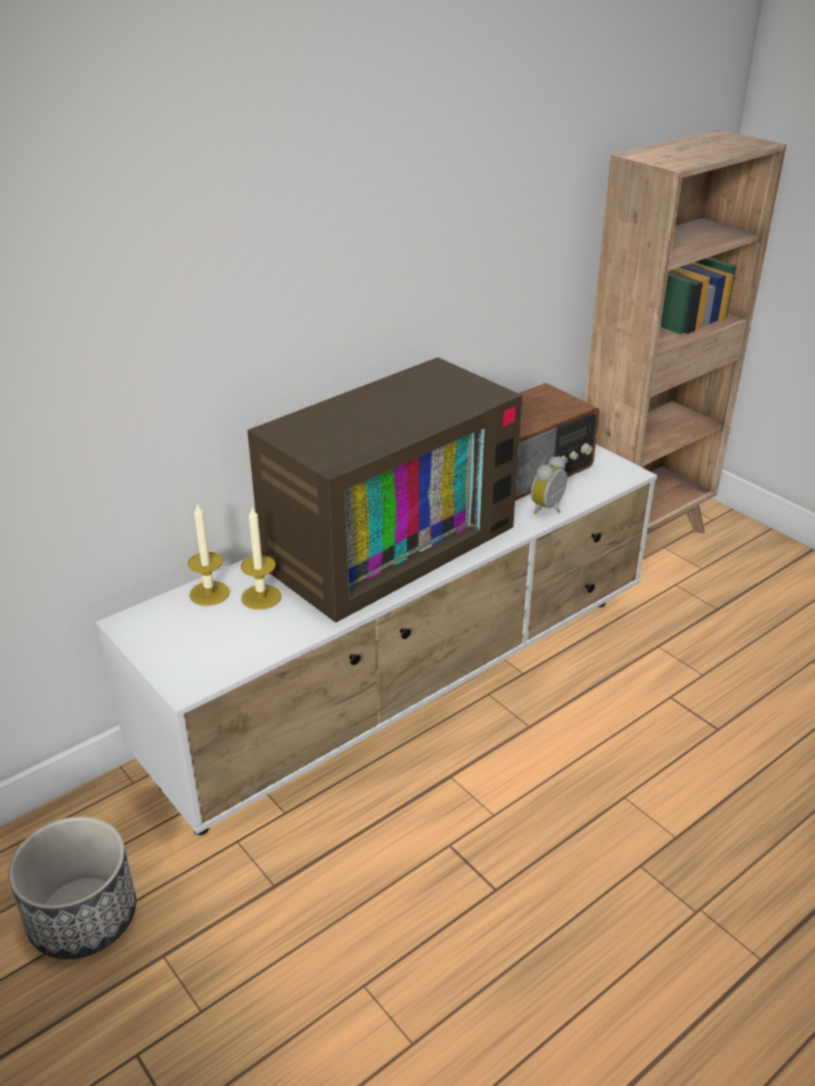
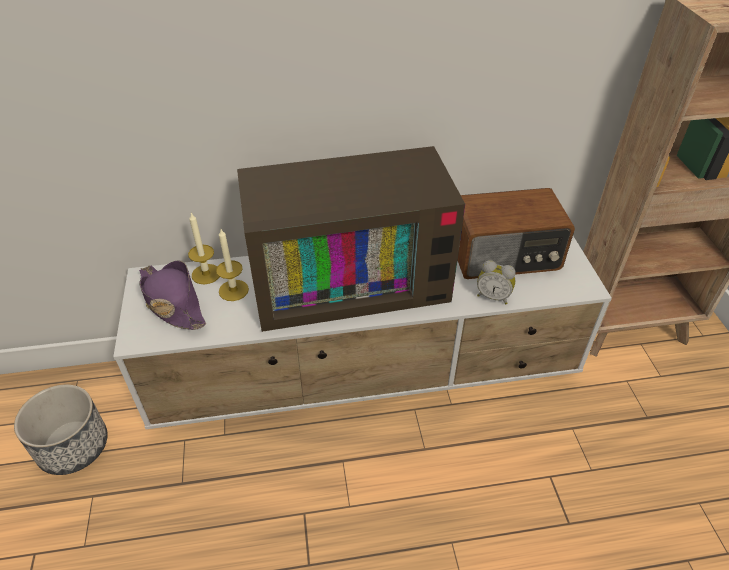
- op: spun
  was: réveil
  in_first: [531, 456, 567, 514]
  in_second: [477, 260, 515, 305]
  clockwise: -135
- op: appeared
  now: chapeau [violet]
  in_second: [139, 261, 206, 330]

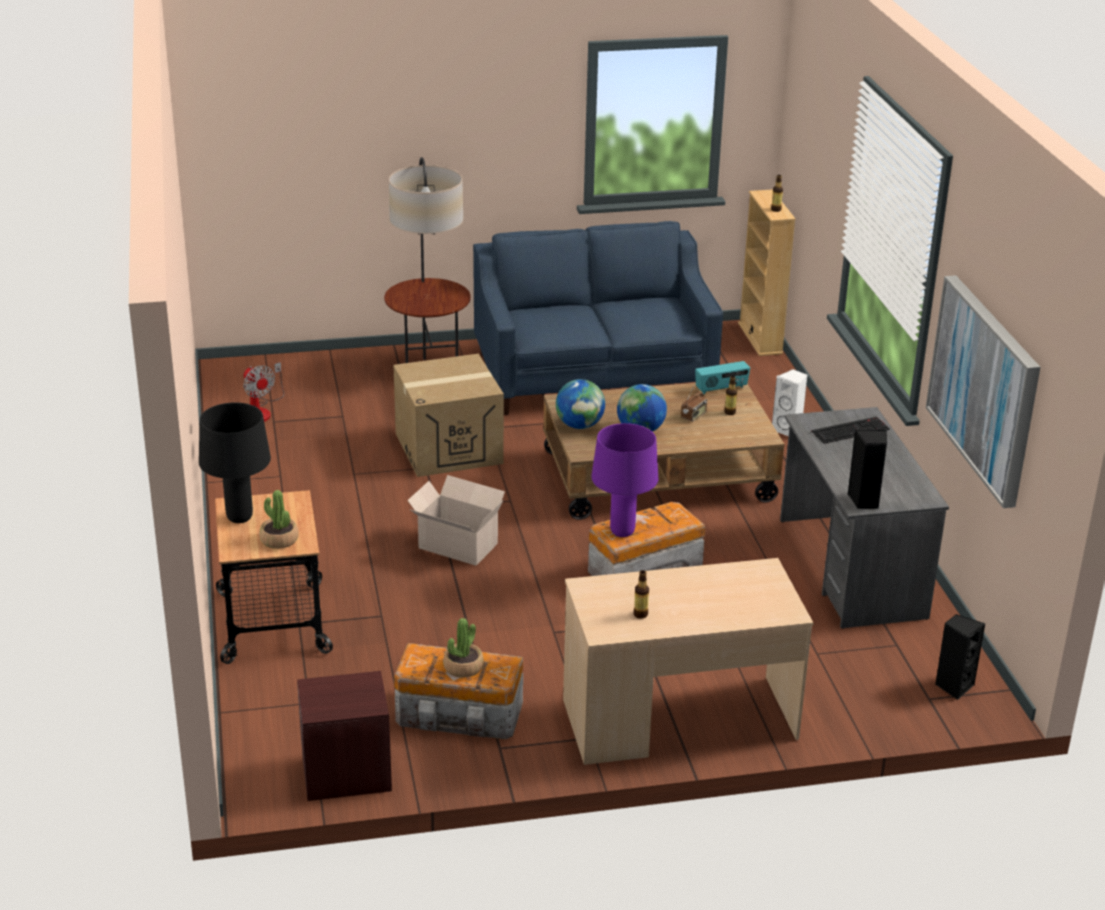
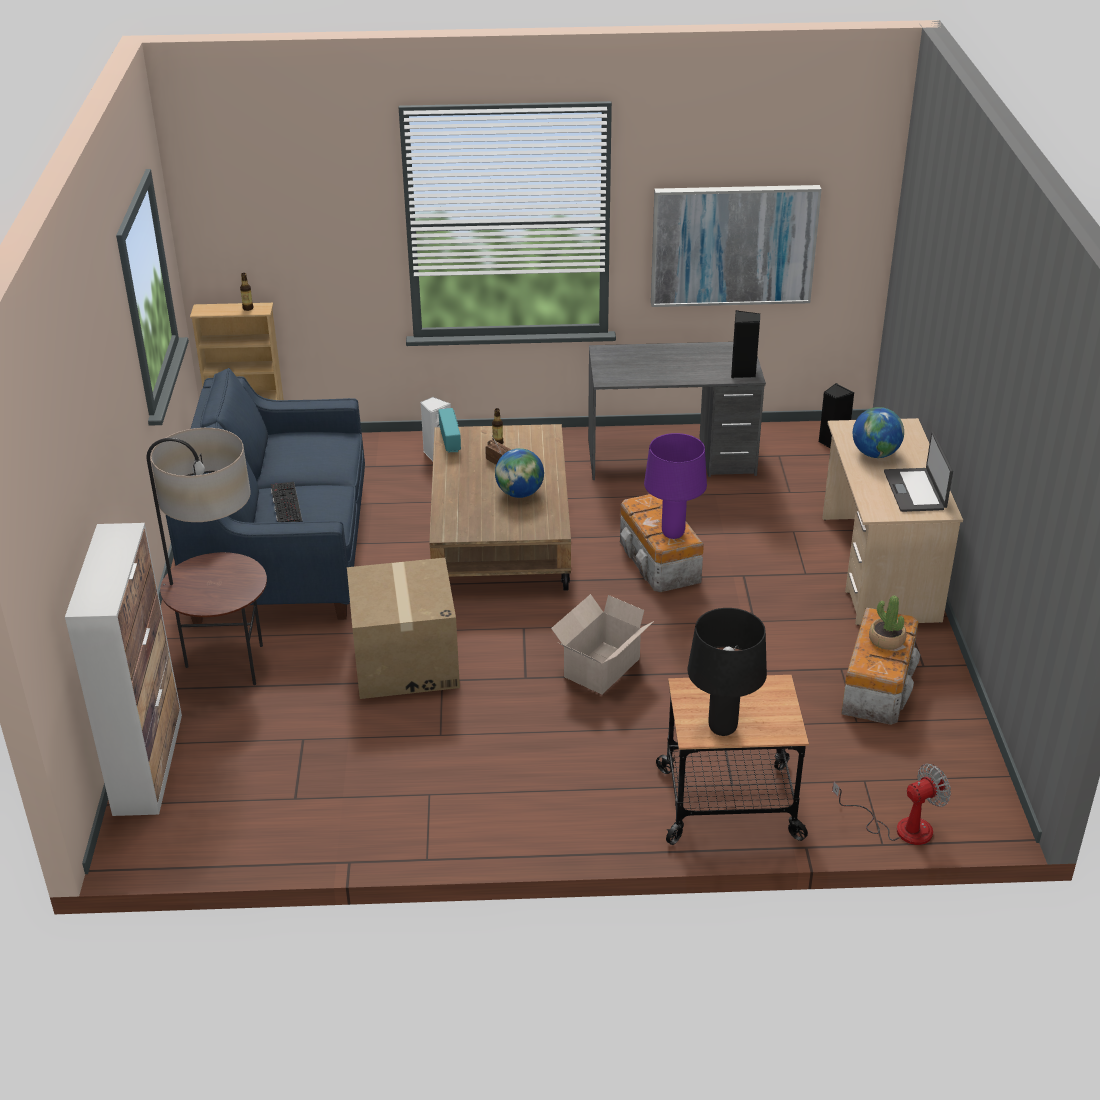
- op: relocated
  was: ventilateur
  in_first: [243, 362, 284, 422]
  in_second: [832, 764, 951, 845]
- op: relocated
  was: globe
  in_first: [556, 379, 605, 429]
  in_second: [853, 407, 904, 458]
- op: relocated
  was: clavier
  in_first: [811, 417, 890, 444]
  in_second: [271, 482, 303, 522]
- op: missing
  was: plante en pot
  in_first: [259, 490, 299, 549]
- op: exchanged
  was: bouteille
  now: ordinateur portable
  in_first: [634, 570, 649, 619]
  in_second: [884, 432, 953, 512]
- op: missing
  was: table de chevet [marron]
  in_first: [297, 671, 392, 801]
- op: appeared
  now: meuble de rangement
  in_second: [65, 523, 182, 816]

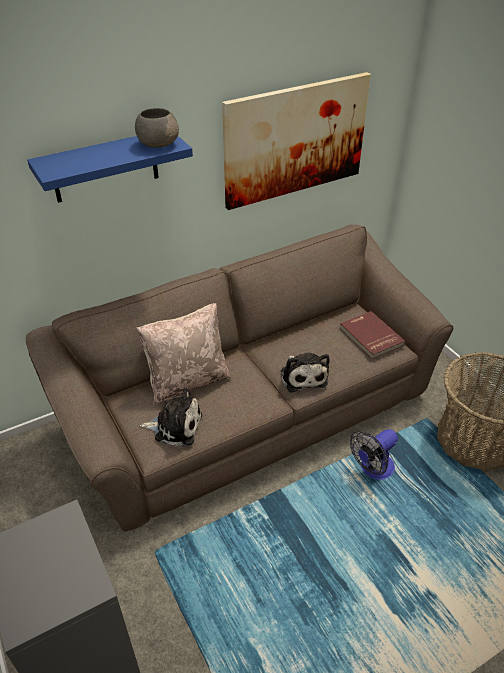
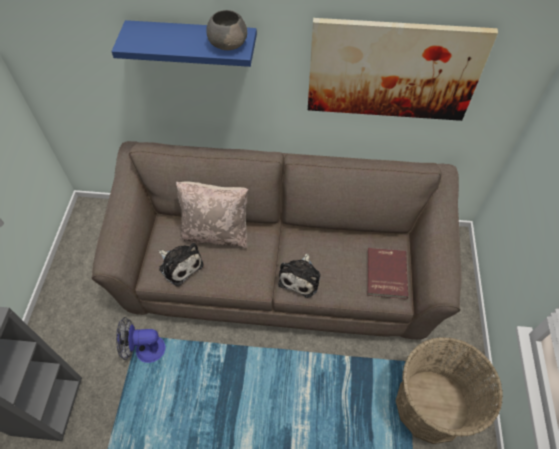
- op: relocated
  was: ventilateur
  in_first: [350, 429, 398, 480]
  in_second: [116, 317, 166, 363]

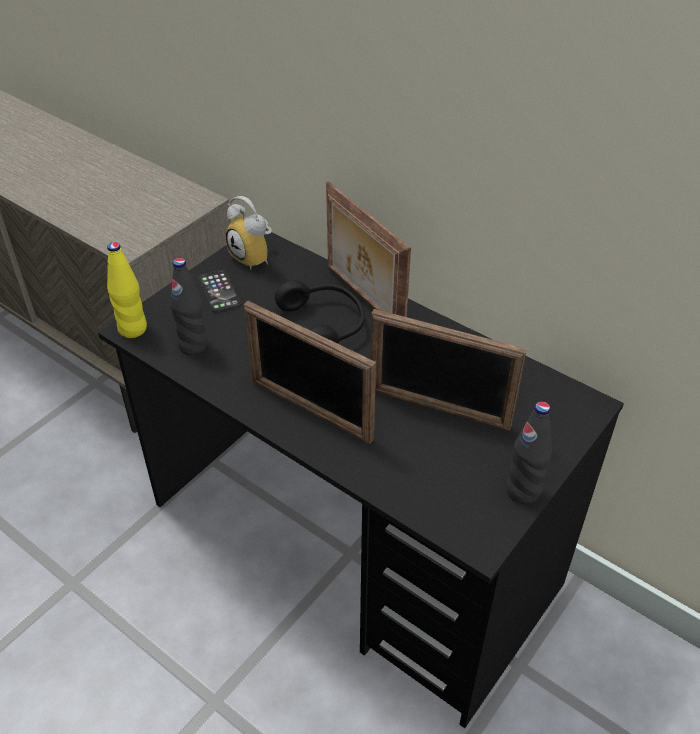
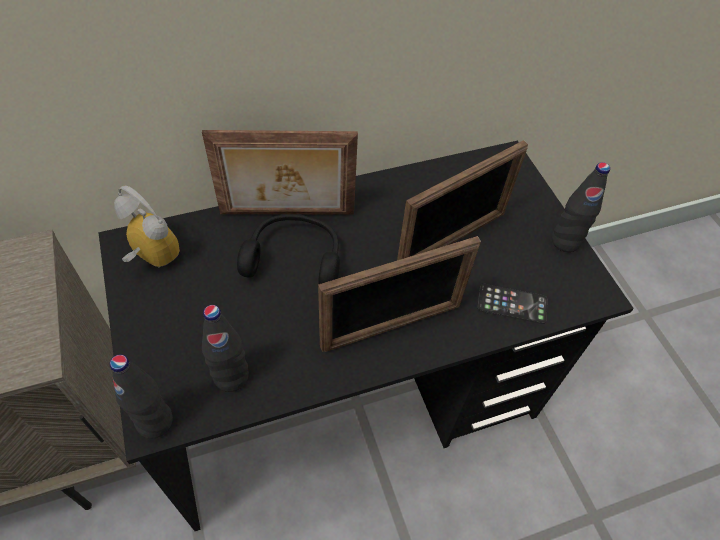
- op: spun
  was: réveil
  in_first: [226, 196, 272, 270]
  in_second: [114, 185, 180, 268]
  clockwise: -135
- op: colour
  was: bouteille [jaune]
  now: bouteille [noir]
  in_first: [107, 242, 147, 338]
  in_second: [110, 354, 173, 438]
- op: relocated
  was: téléphone
  in_first: [198, 270, 241, 312]
  in_second: [477, 284, 548, 324]

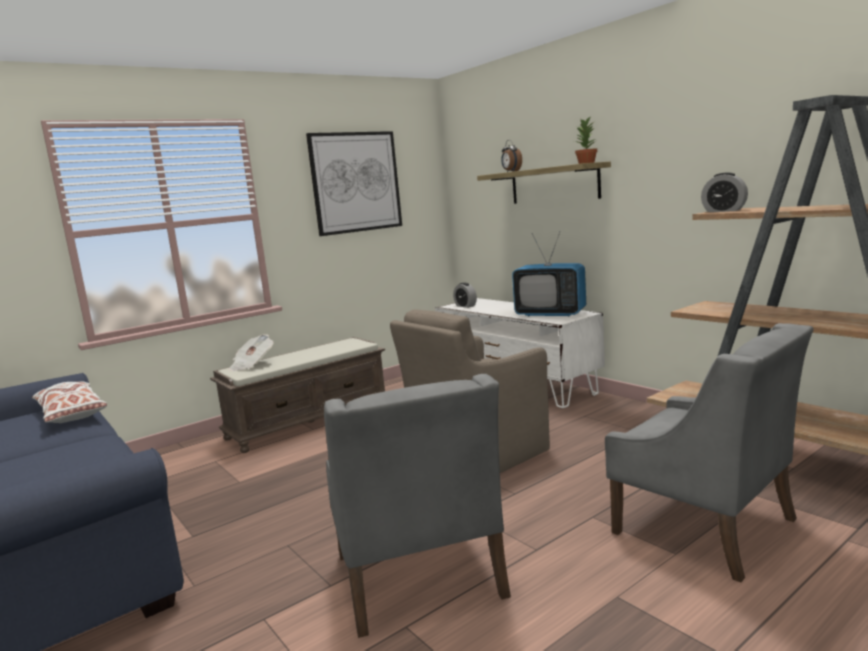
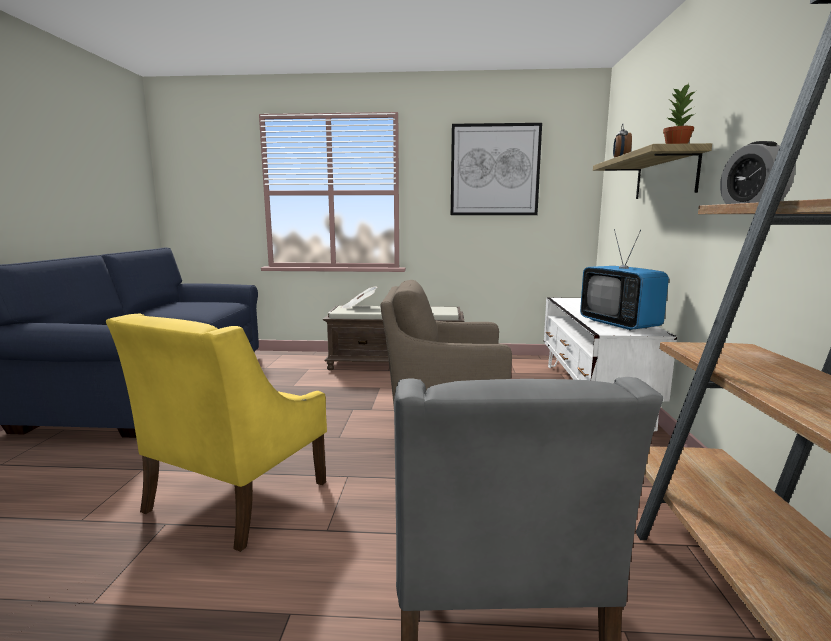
- op: missing
  was: réveil
  in_first: [453, 282, 477, 308]
- op: colour
  was: fauteuil [gris]
  now: fauteuil [jaune]
  in_first: [324, 374, 511, 638]
  in_second: [106, 314, 327, 552]
- op: missing
  was: coussin [blanc]
  in_first: [32, 382, 107, 423]

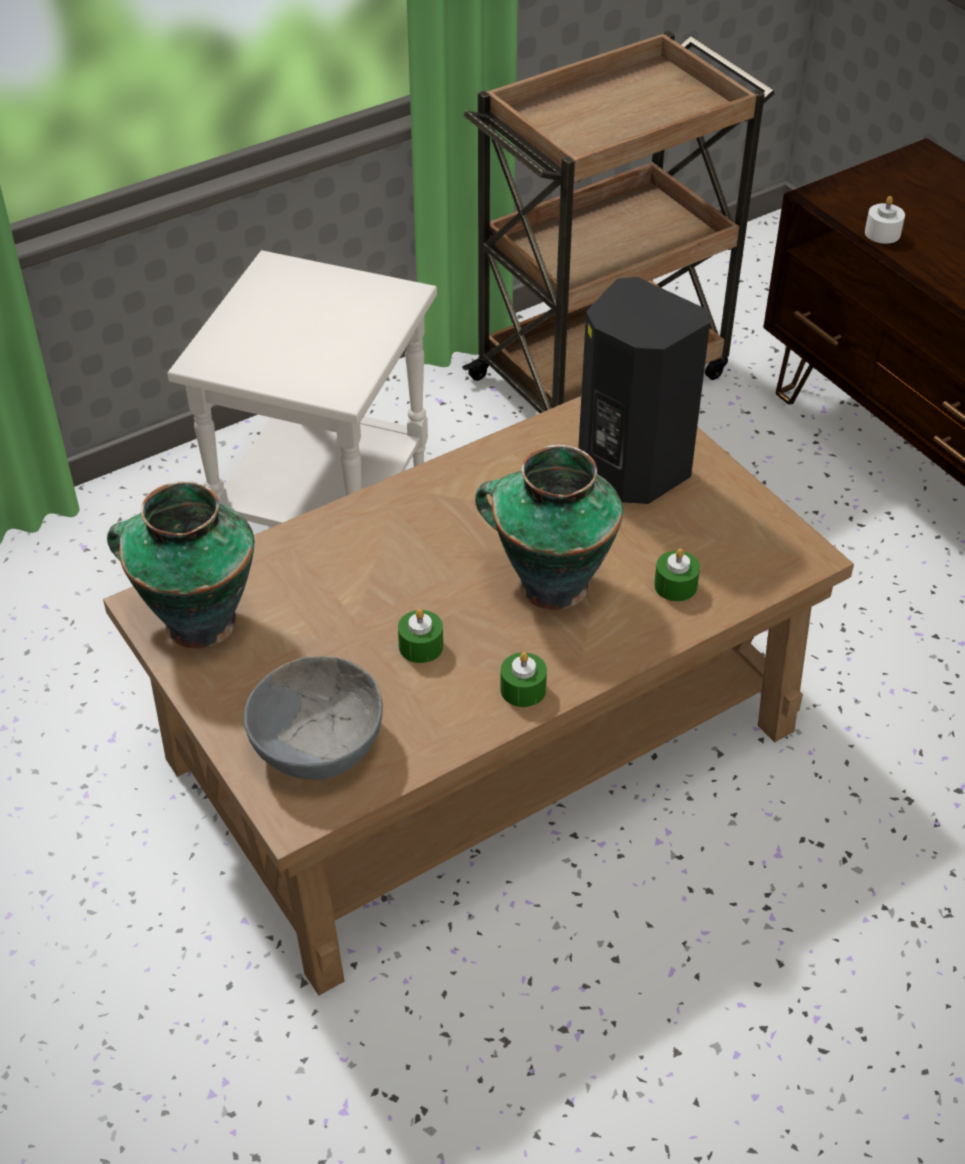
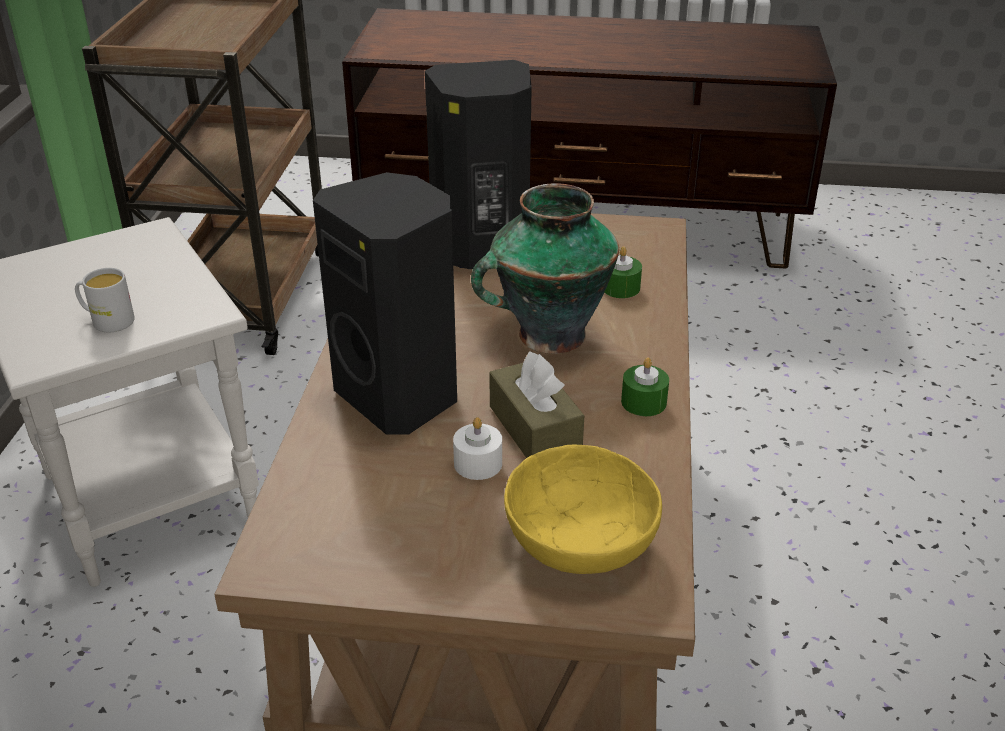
- op: relocated
  was: bougie [blanc]
  in_first: [865, 196, 905, 244]
  in_second: [453, 417, 502, 480]
- op: missing
  was: vase
  in_first: [107, 481, 254, 649]
- op: exchanged
  was: bougie [vert]
  now: boîte à mouchoirs [marron]
  in_first: [398, 609, 443, 663]
  in_second: [489, 351, 584, 458]
- op: colour
  was: bol [gris]
  now: bol [jaune]
  in_first: [244, 656, 383, 780]
  in_second: [504, 444, 662, 574]
- op: appeared
  now: enceinte [noir]
  in_second: [313, 172, 457, 435]
- op: appeared
  now: mug [blanc]
  in_second: [75, 268, 135, 332]

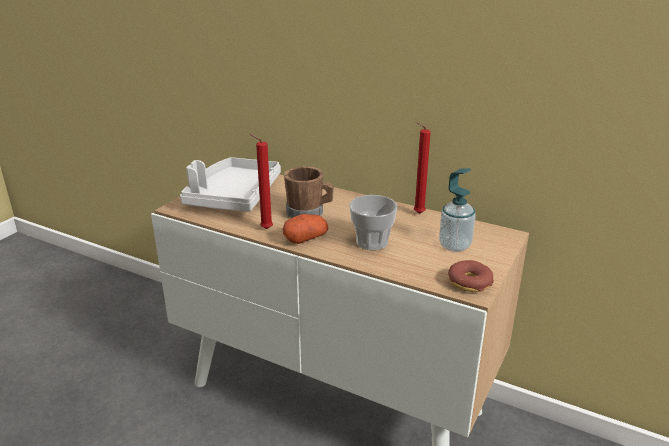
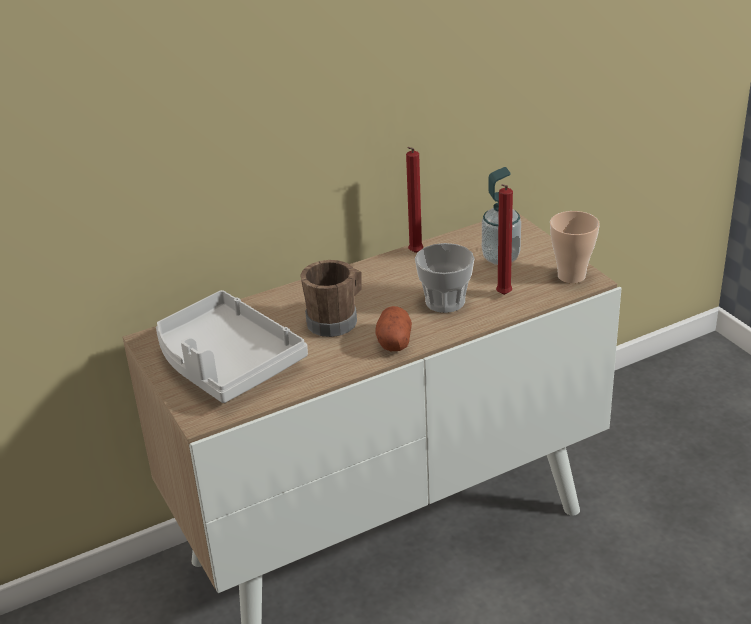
- op: relocated
  was: bougie [rouge]
  in_first: [250, 134, 273, 229]
  in_second: [496, 184, 513, 295]
- op: exchanged
  was: beignet
  now: tasse
  in_first: [448, 260, 494, 292]
  in_second: [550, 211, 600, 283]

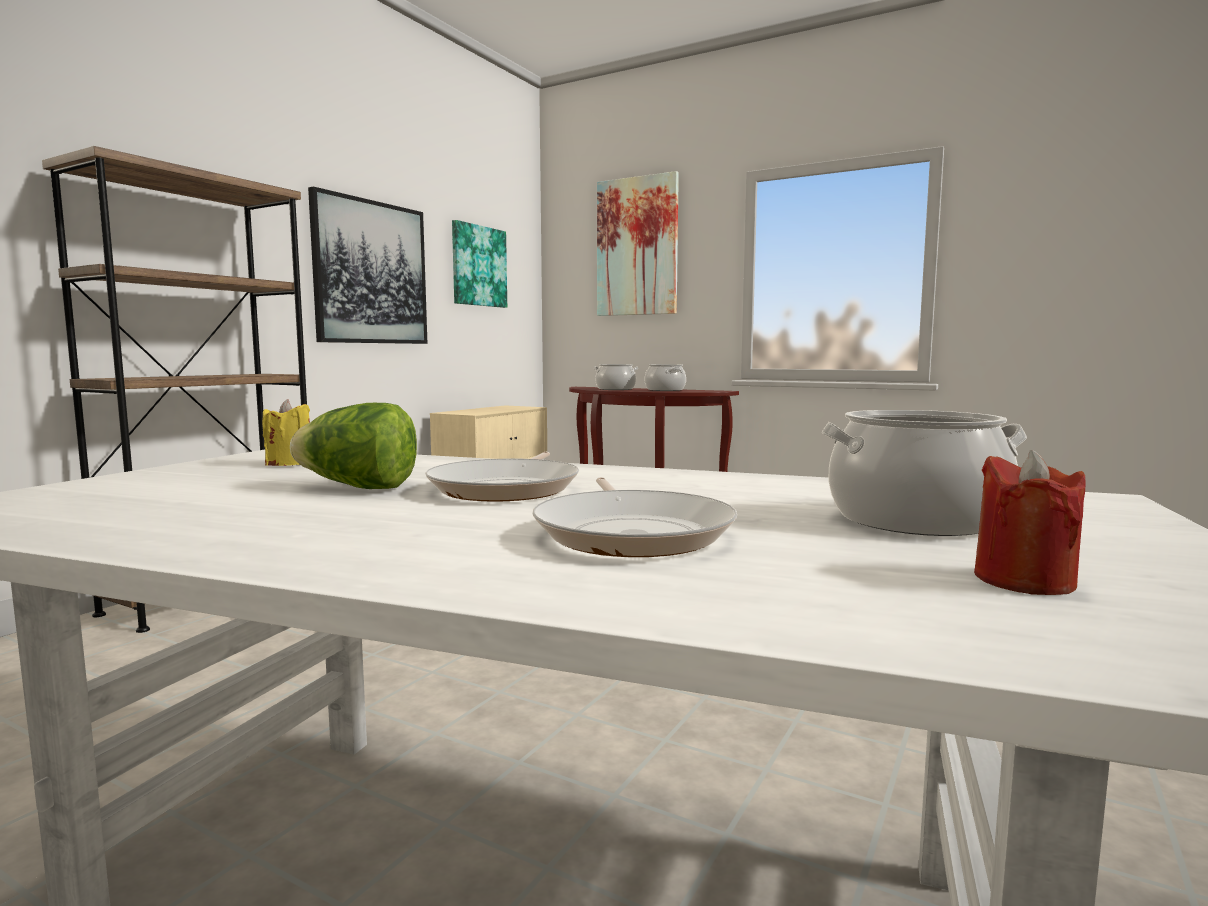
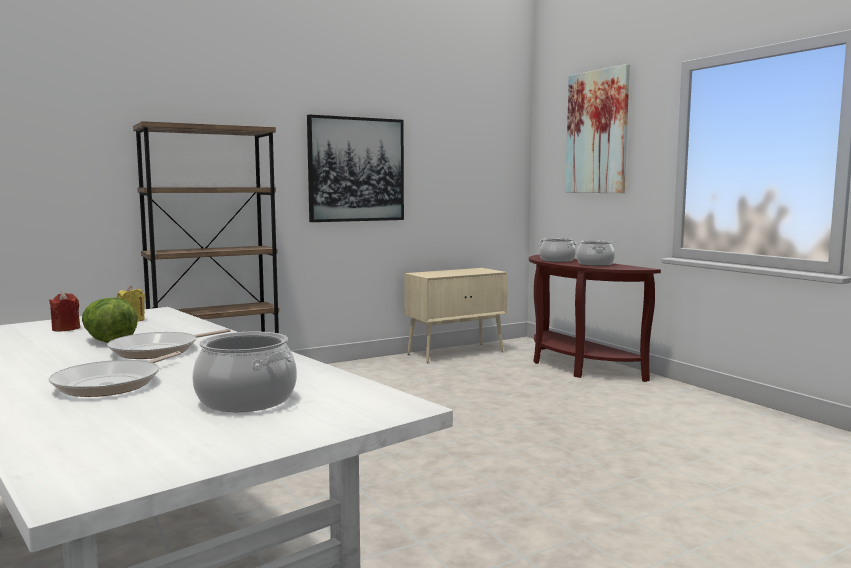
- op: missing
  was: tableau
  in_first: [452, 220, 507, 308]
- op: relocated
  was: bougie [rouge]
  in_first: [974, 450, 1085, 595]
  in_second: [49, 292, 80, 332]

